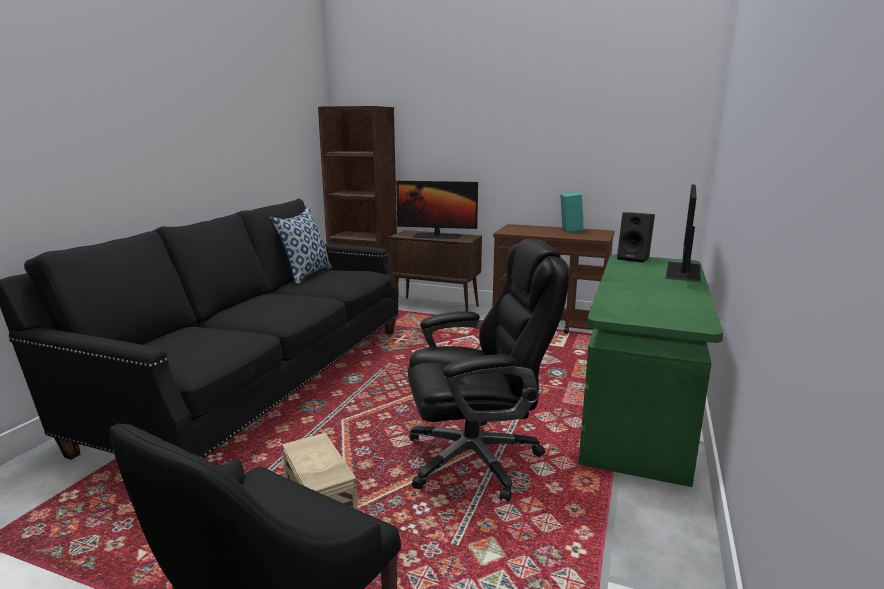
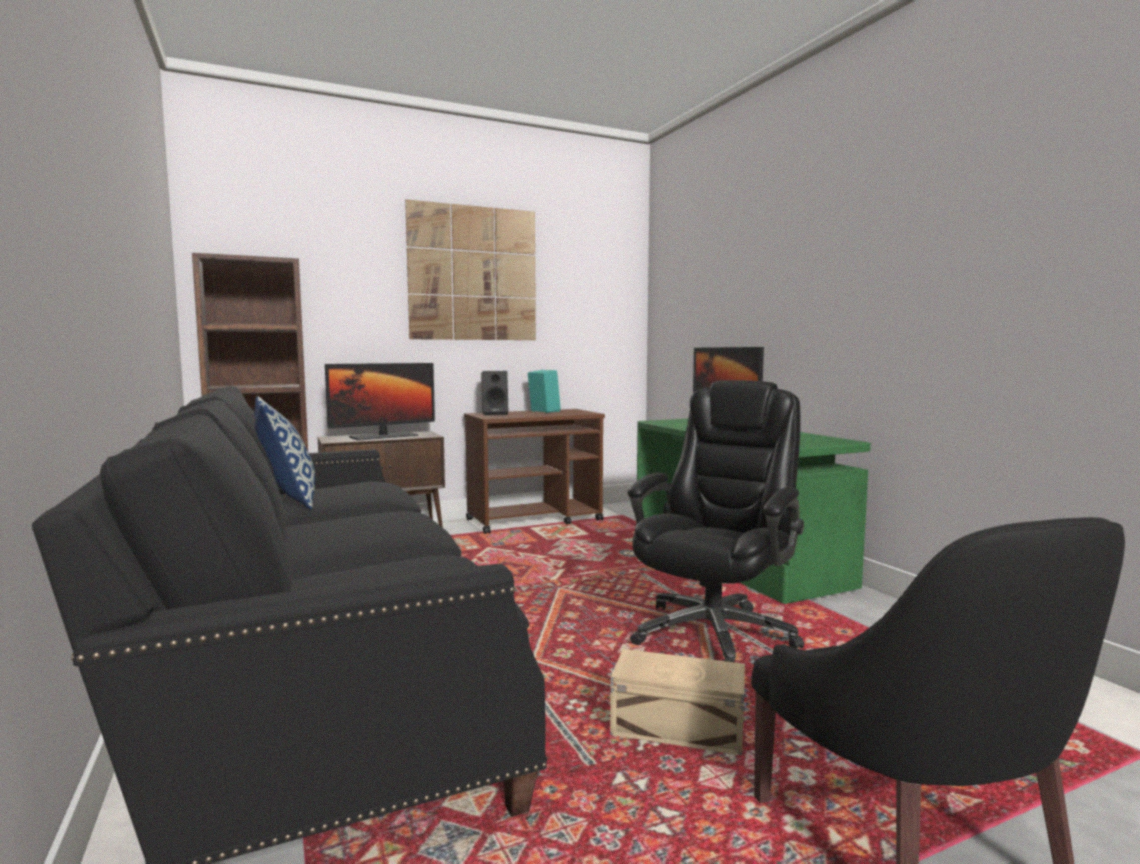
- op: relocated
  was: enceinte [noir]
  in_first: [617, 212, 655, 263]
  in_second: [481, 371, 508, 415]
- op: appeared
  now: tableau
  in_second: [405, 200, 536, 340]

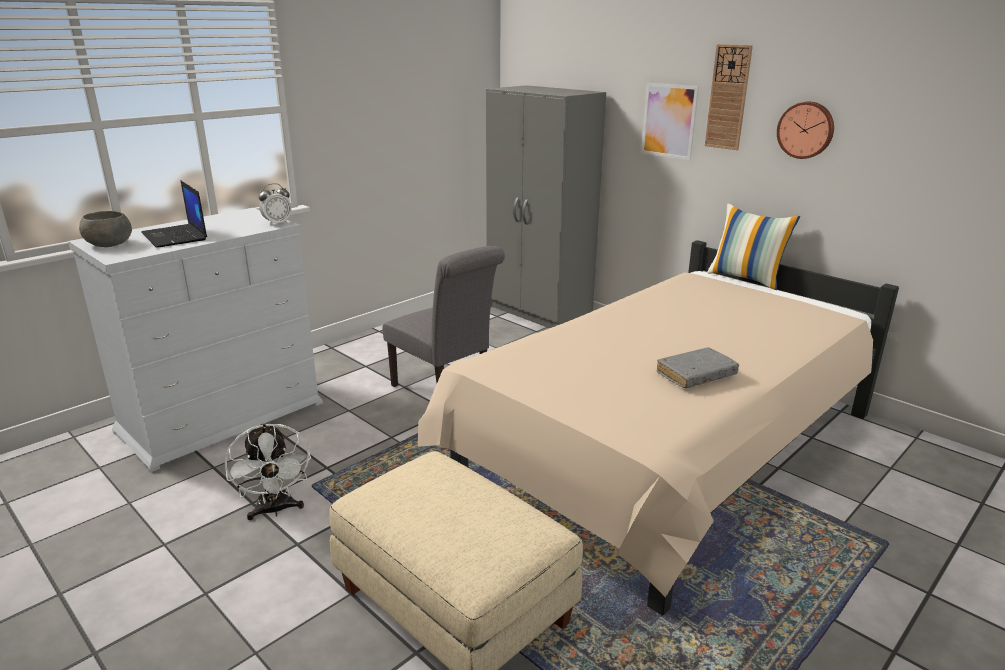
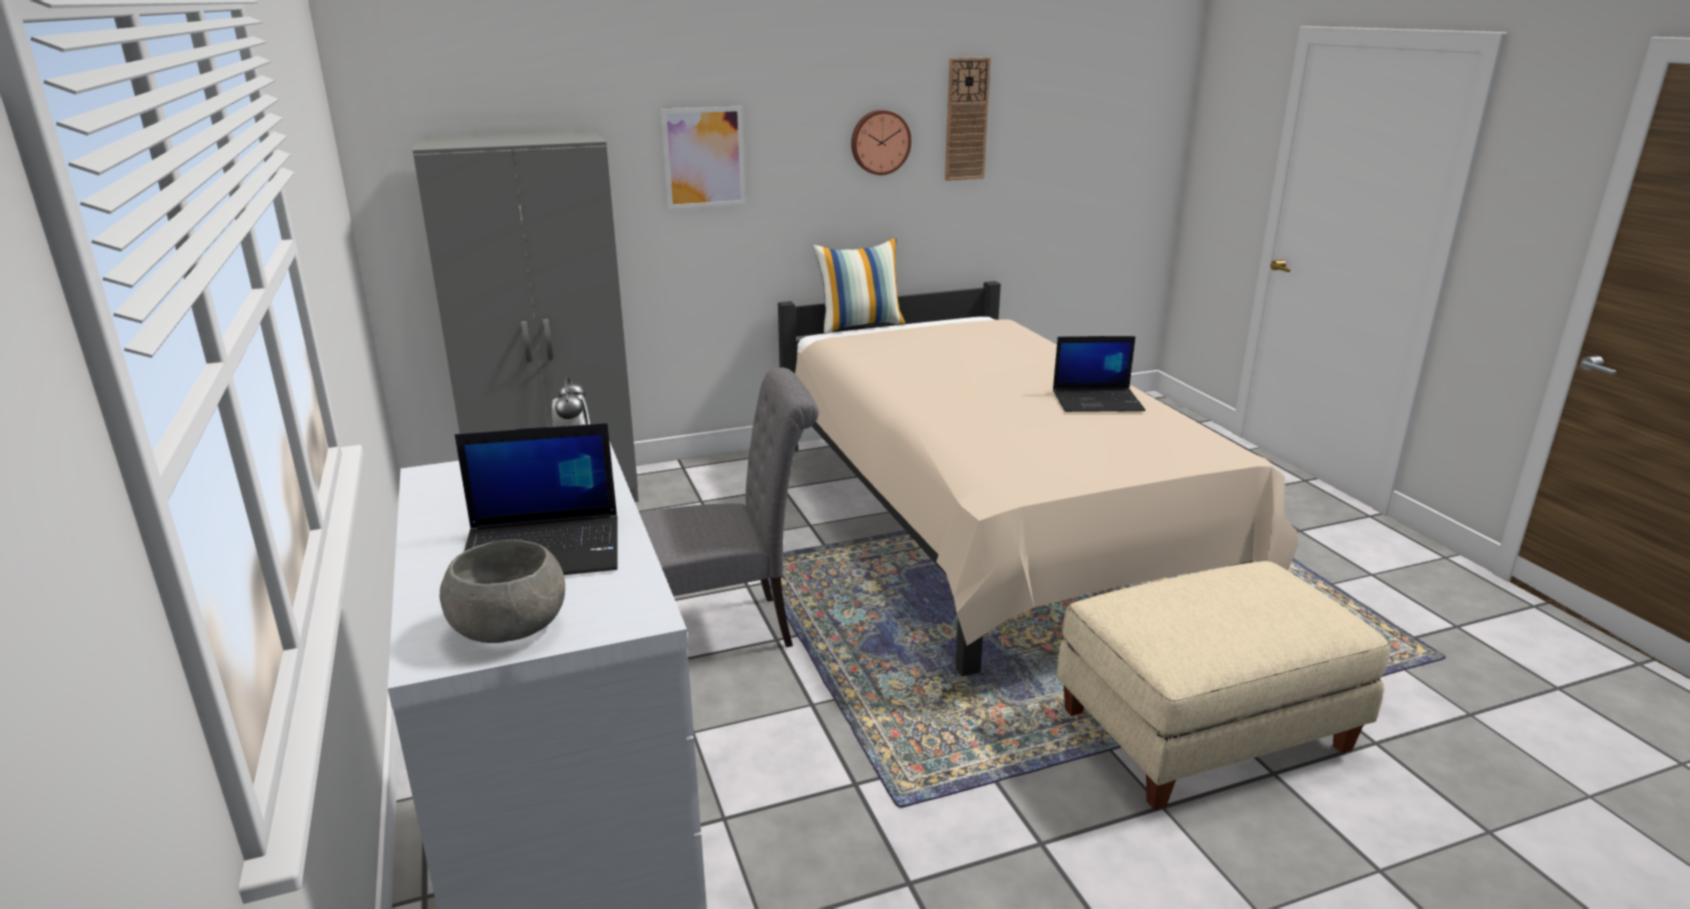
- op: relocated
  was: horloge murale
  in_first: [705, 44, 753, 150]
  in_second: [945, 57, 991, 181]
- op: exchanged
  was: livre [gris]
  now: ordinateur portable
  in_first: [656, 347, 739, 388]
  in_second: [1053, 336, 1145, 412]
- op: missing
  was: ventilateur [blanc]
  in_first: [225, 423, 311, 520]

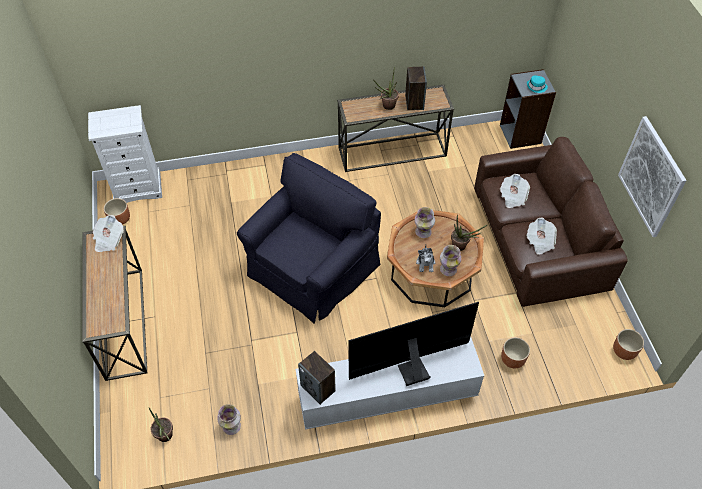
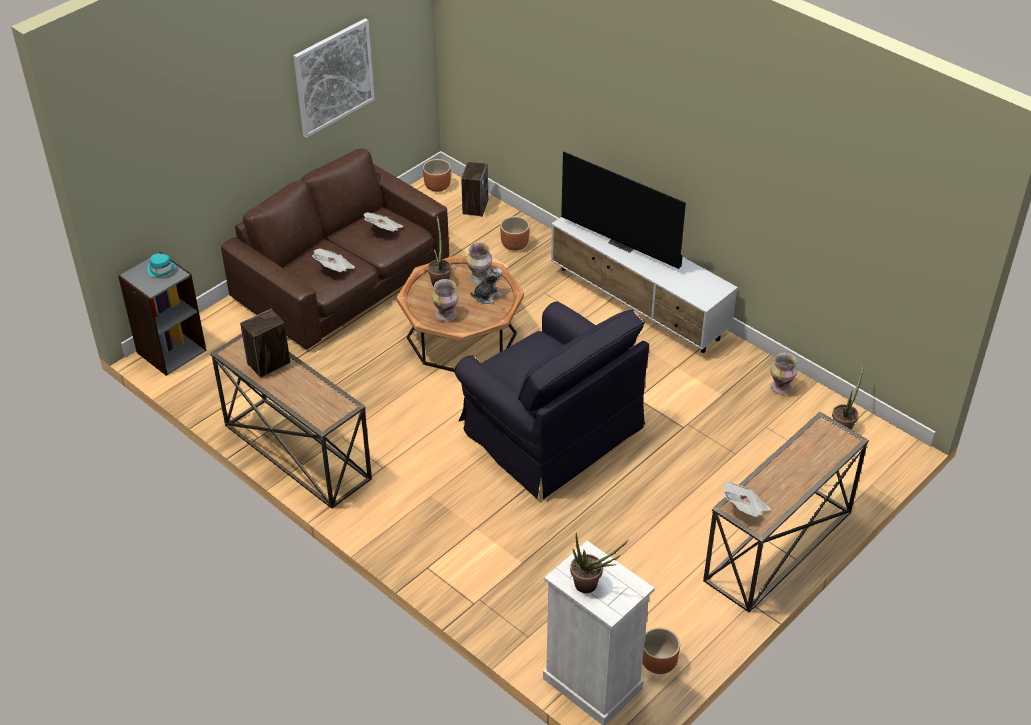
- op: relocated
  was: plante en pot
  in_first: [373, 67, 399, 110]
  in_second: [570, 532, 628, 593]
- op: spun
  was: fauteuil [noir]
  in_first: [237, 153, 381, 324]
  in_second: [455, 301, 649, 499]
  clockwise: -135
- op: relocated
  was: enceinte
  in_first: [298, 351, 336, 405]
  in_second: [461, 162, 488, 217]

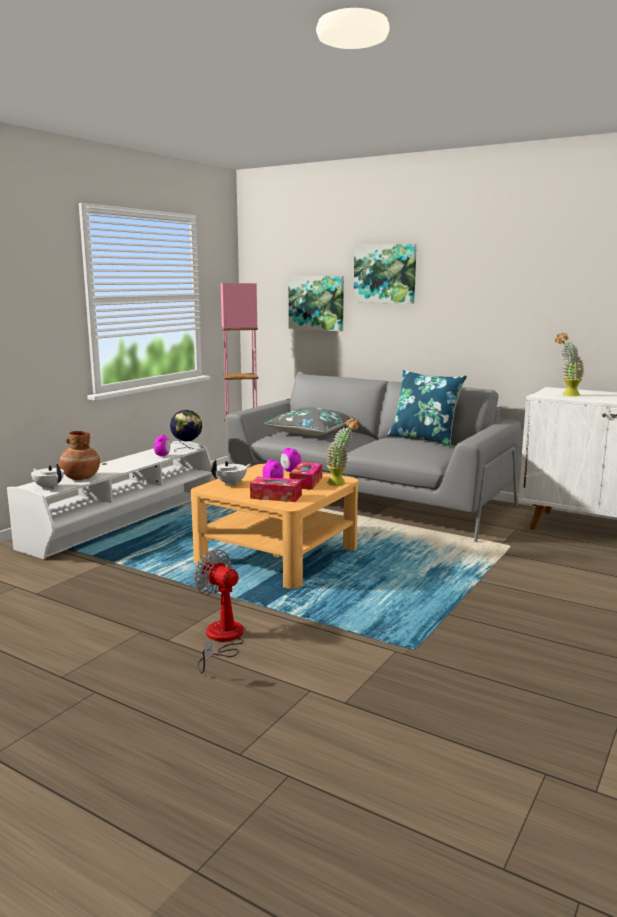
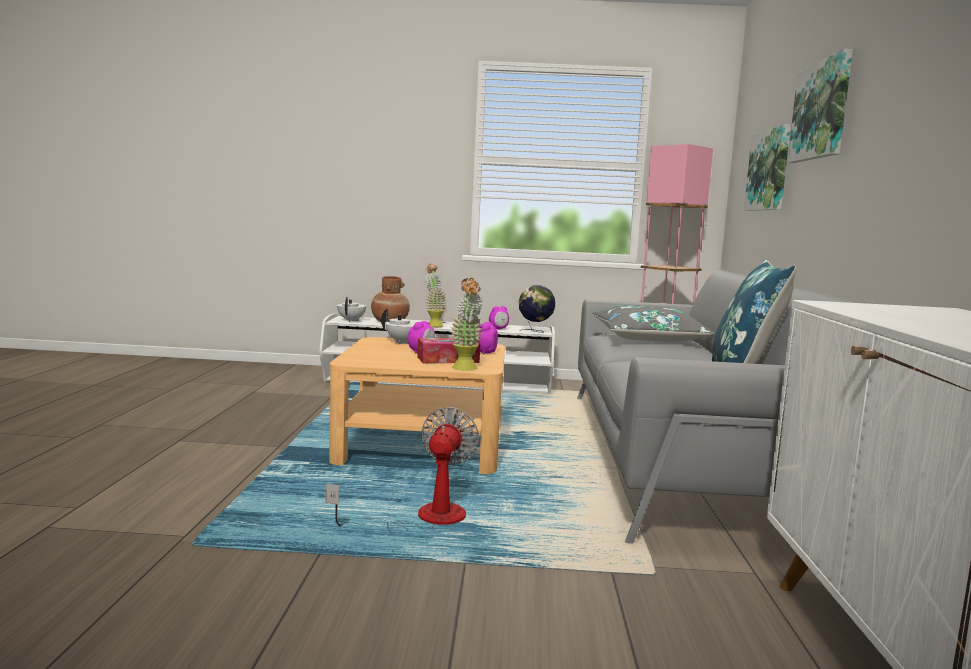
- op: relocated
  was: plante en pot
  in_first: [555, 333, 584, 396]
  in_second: [425, 263, 447, 327]
- op: missing
  was: boîte à mouchoirs
  in_first: [250, 477, 302, 502]
- op: relocated
  was: ventilateur
  in_first: [194, 549, 244, 673]
  in_second: [326, 407, 479, 533]

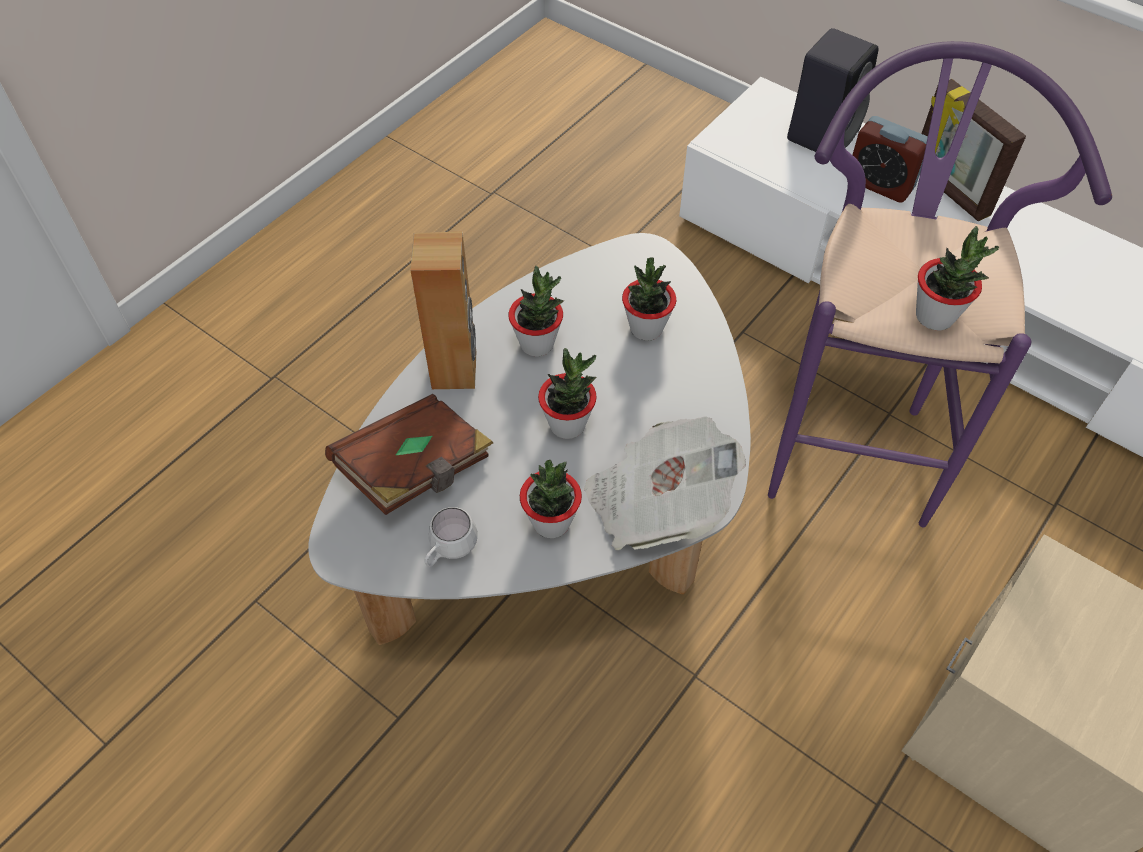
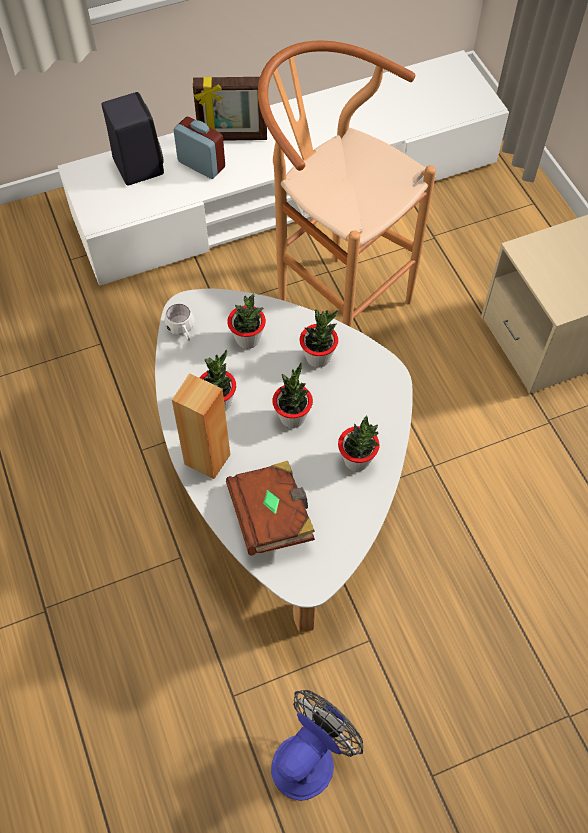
- op: colour
  was: tabouret [violet]
  now: tabouret [marron]
  in_first: [768, 41, 1112, 527]
  in_second: [258, 41, 436, 327]
- op: spun
  was: réveil
  in_first: [853, 116, 928, 203]
  in_second: [173, 117, 225, 179]
  clockwise: -120
- op: relocated
  was: plante en pot
  in_first: [916, 226, 999, 330]
  in_second: [300, 309, 338, 368]
- op: missing
  was: journal
  in_first: [584, 416, 746, 550]
- op: relocated
  was: mug [blanc]
  in_first: [424, 507, 478, 567]
  in_second: [165, 304, 195, 341]
- op: appeared
  now: ventilateur
  in_second: [271, 690, 363, 801]

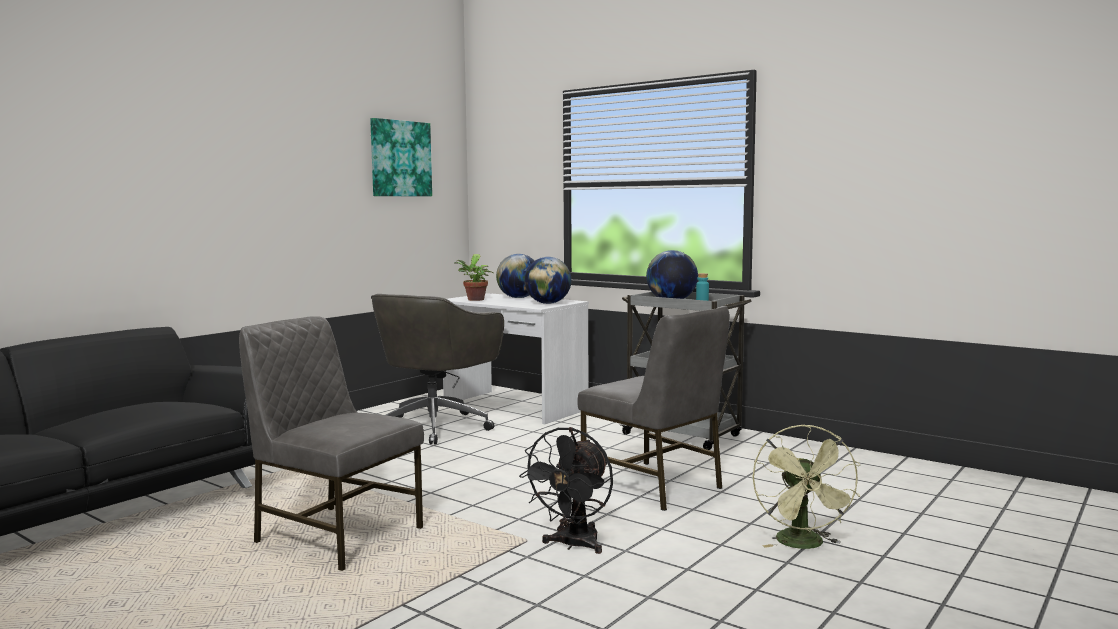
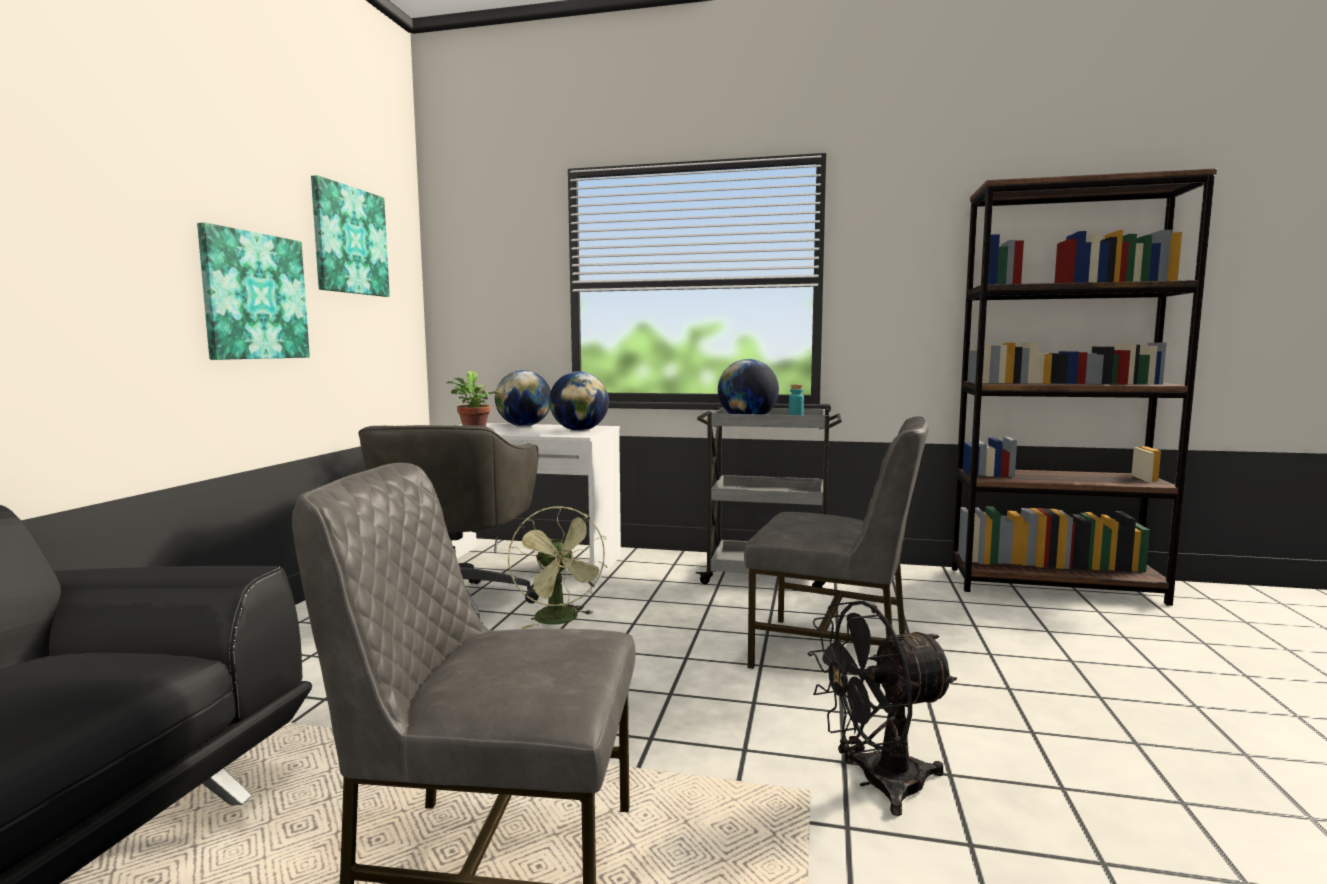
- op: relocated
  was: ventilateur [vert]
  in_first: [752, 424, 860, 549]
  in_second: [508, 506, 608, 629]
- op: spun
  was: ventilateur [noir]
  in_first: [519, 427, 613, 554]
  in_second: [808, 600, 957, 816]
  clockwise: 75
- op: appeared
  now: bibliothèque [marron]
  in_second: [952, 168, 1217, 606]
- op: appeared
  now: tableau
  in_second: [197, 223, 310, 360]

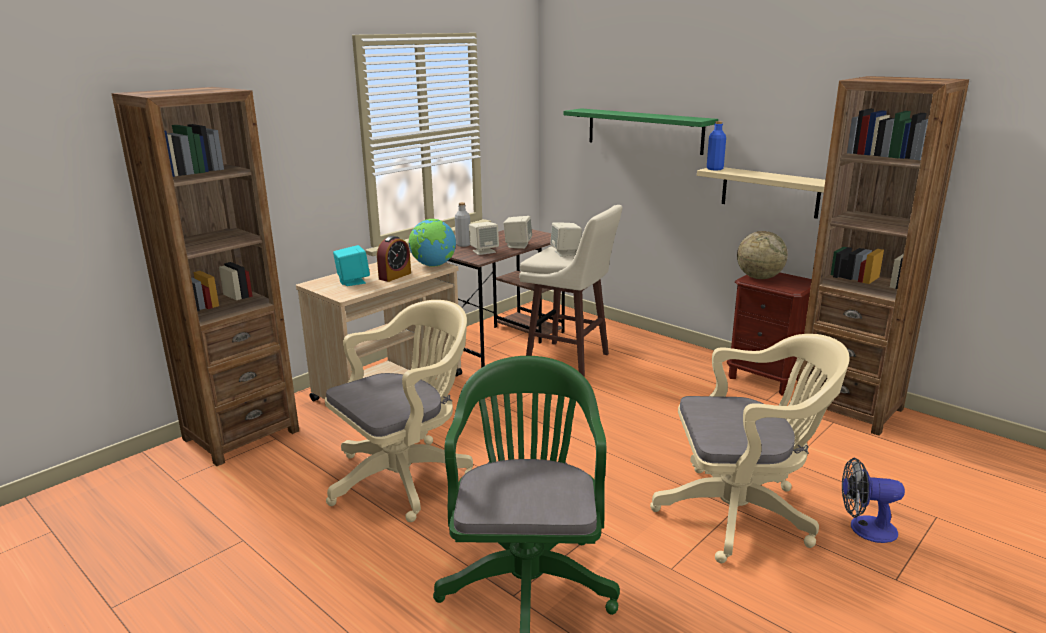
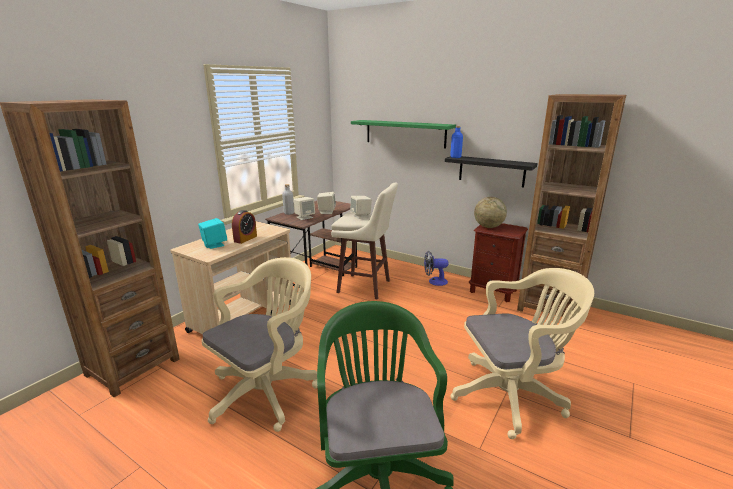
- op: colour
  was: étagère [beige]
  now: étagère [noir]
  in_first: [697, 167, 825, 219]
  in_second: [445, 156, 538, 188]
- op: missing
  was: globe
  in_first: [409, 219, 456, 267]
- op: relocated
  was: ventilateur
  in_first: [842, 458, 905, 543]
  in_second: [424, 251, 448, 286]

